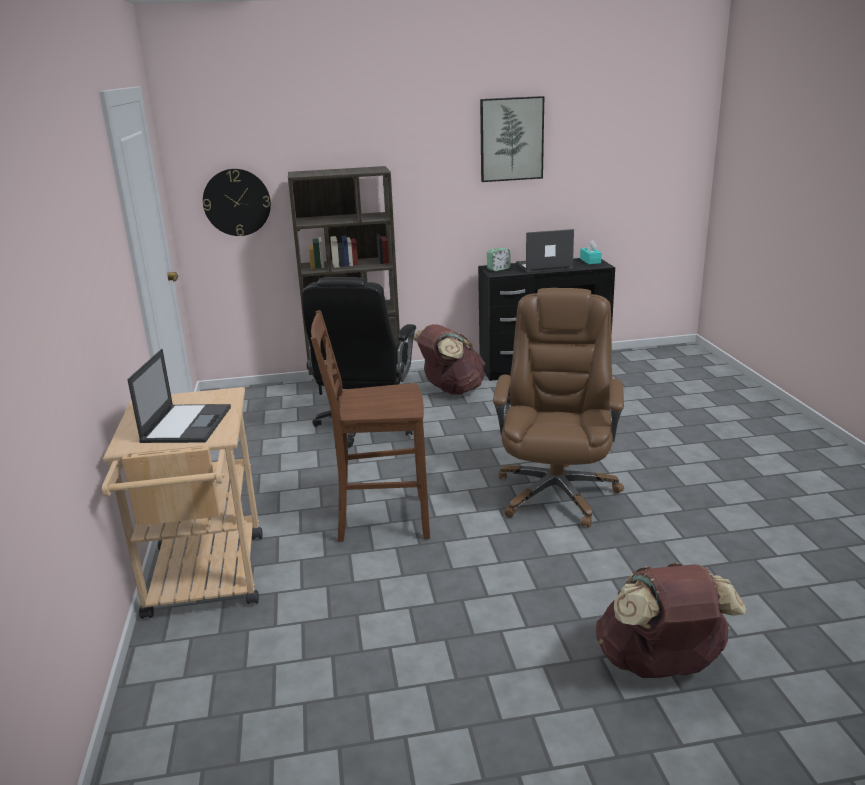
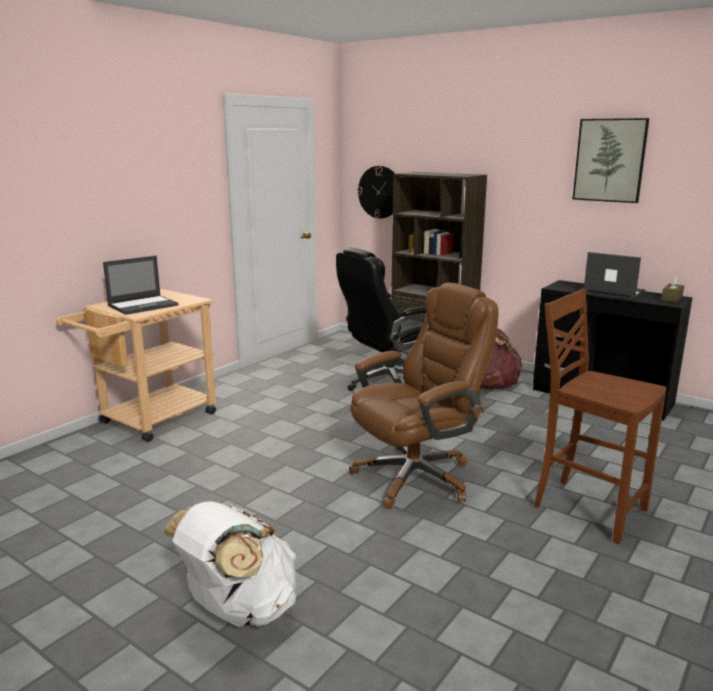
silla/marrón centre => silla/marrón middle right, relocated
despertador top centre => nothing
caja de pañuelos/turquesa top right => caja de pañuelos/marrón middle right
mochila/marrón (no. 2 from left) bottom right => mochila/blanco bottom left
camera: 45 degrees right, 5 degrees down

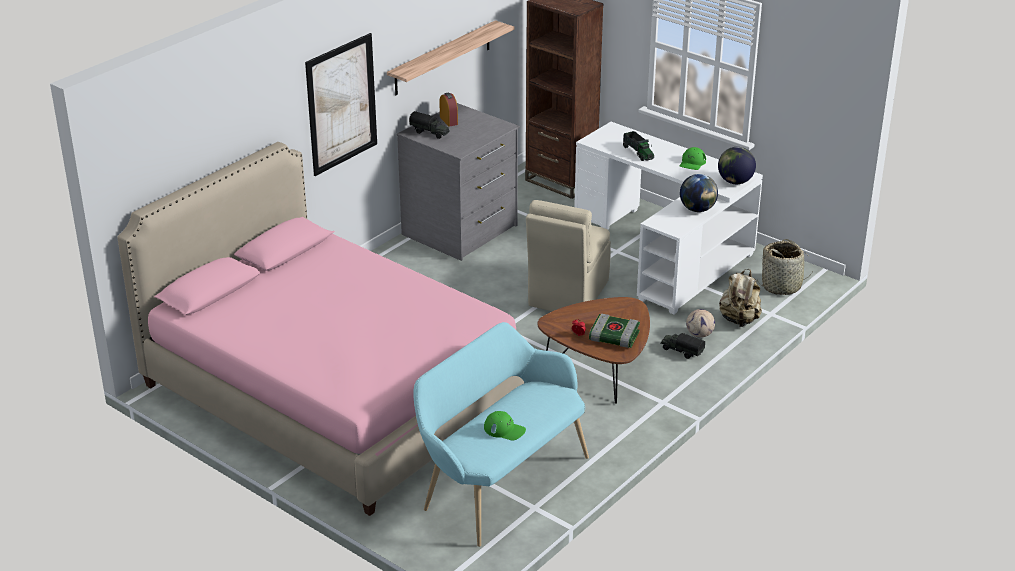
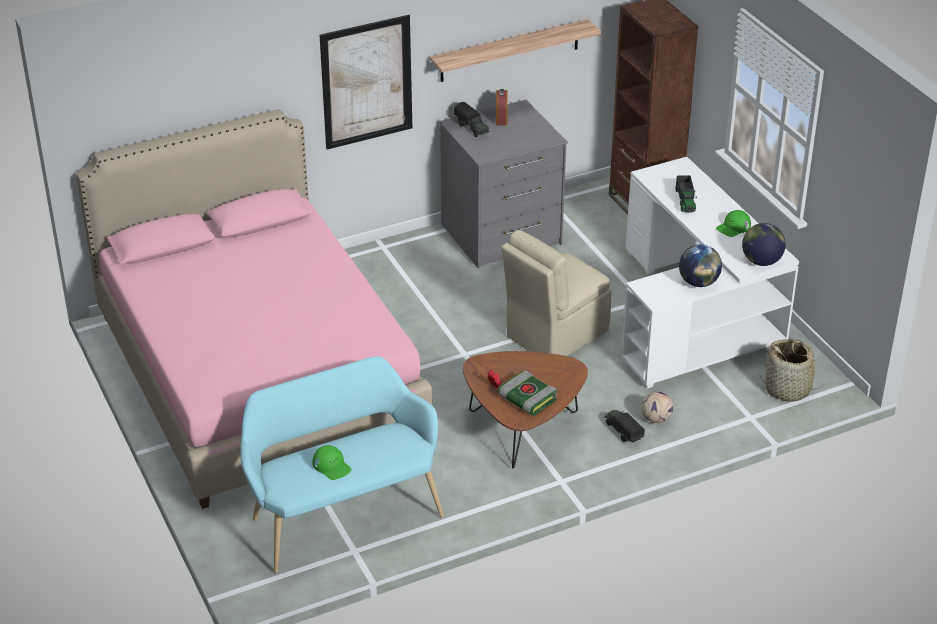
mochila/beis middle right => nothing
camera: 25 degrees right, 5 degrees up

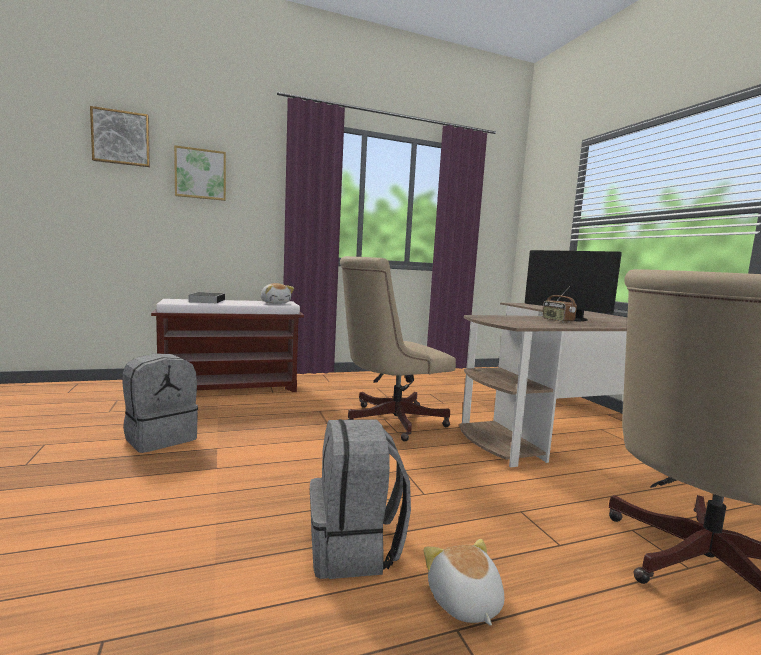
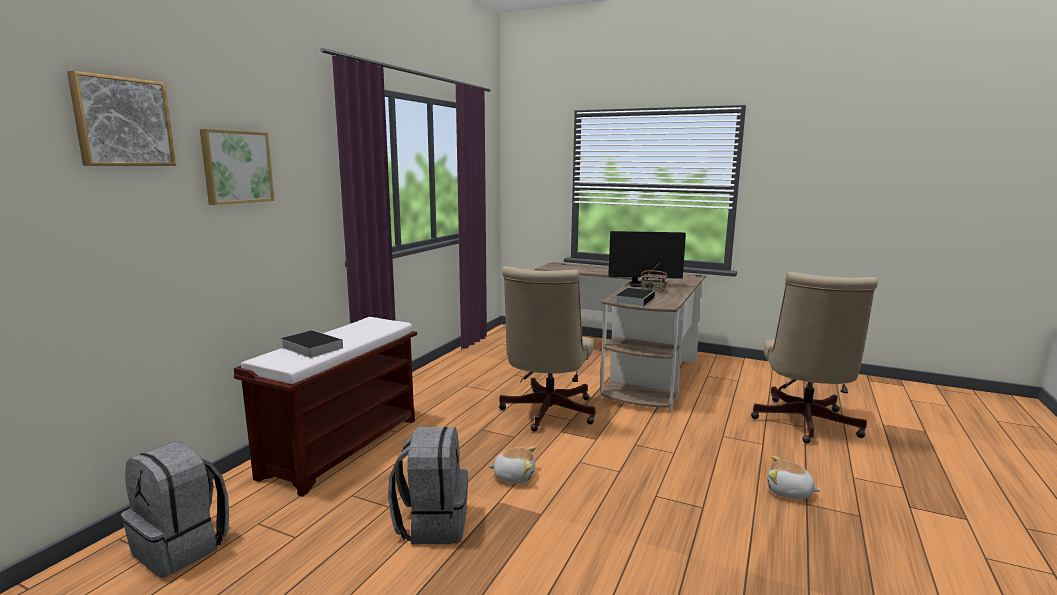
peluche (no. 1 from left) centre => peluche (no. 1 from left) bottom centre, relocated
mochila/gris (no. 2 from left in the first image) bottom centre => mochila/gris (no. 1 from left) bottom left, relocated
nothing => libro (no. 2 from left) centre
camera: 45 degrees left, 5 degrees up

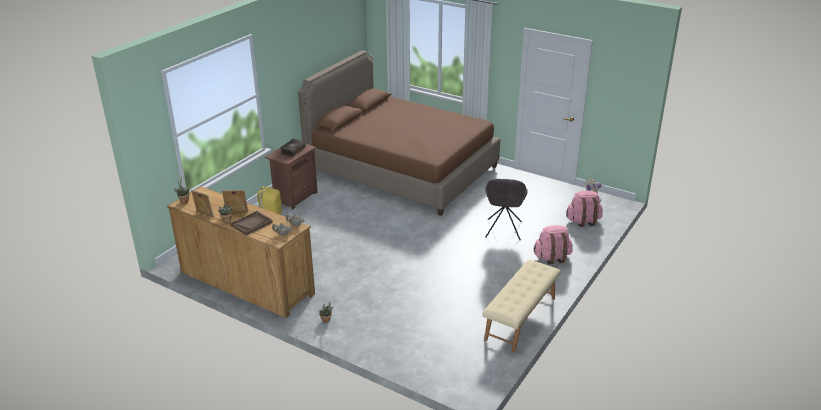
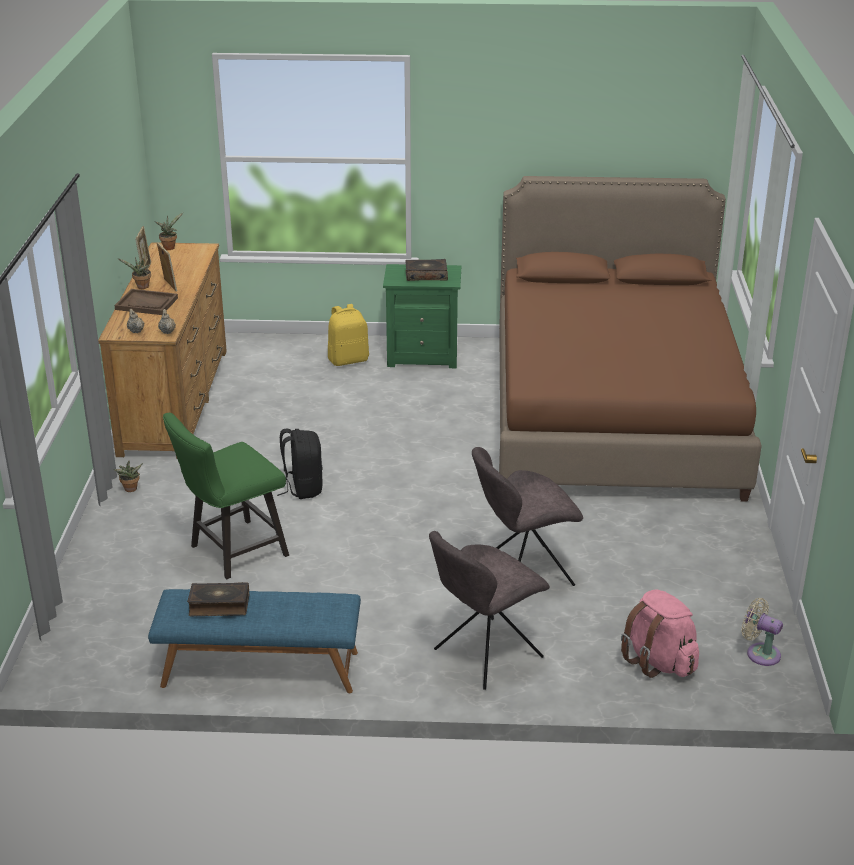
mesita de noche/marrón centre => mesita de noche/verde centre
banco/beis bottom centre => banco/azul bottom left
mochila/rosa (no. 1 from left) middle right => silla/gris (no. 1 from left) bottom centre
nothing => silla/verde middle left
nothing => libro (no. 1 from left) bottom left
nothing => mochila/negro centre
camera: 60 degrees right, 0 degrees up

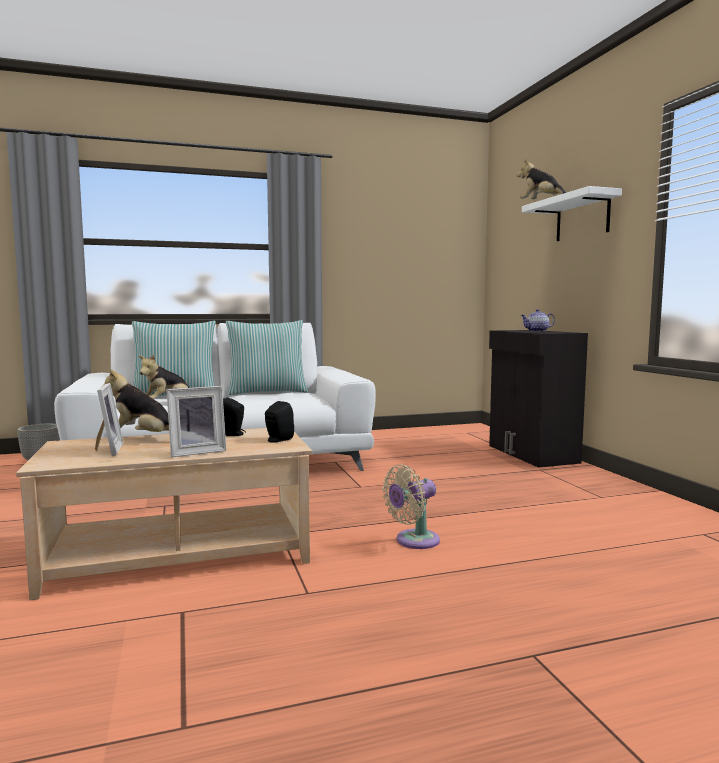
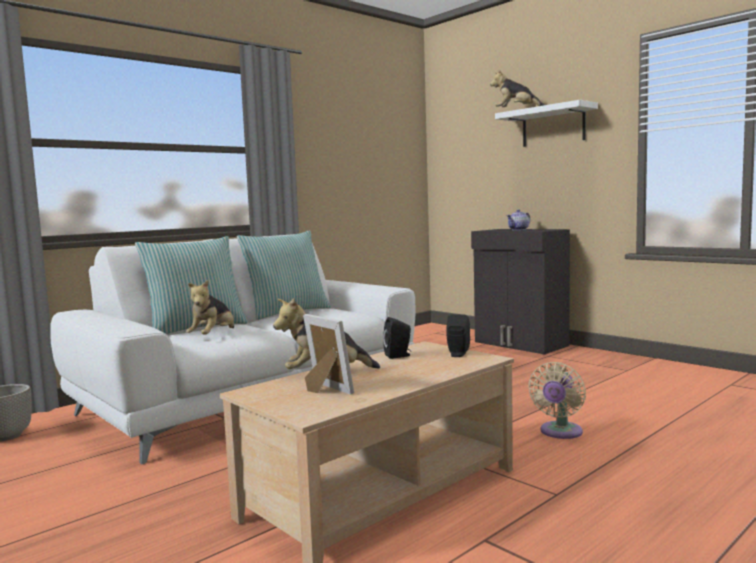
portarretratos (no. 2 from left) middle left => nothing
camera: 25 degrees left, 0 degrees up

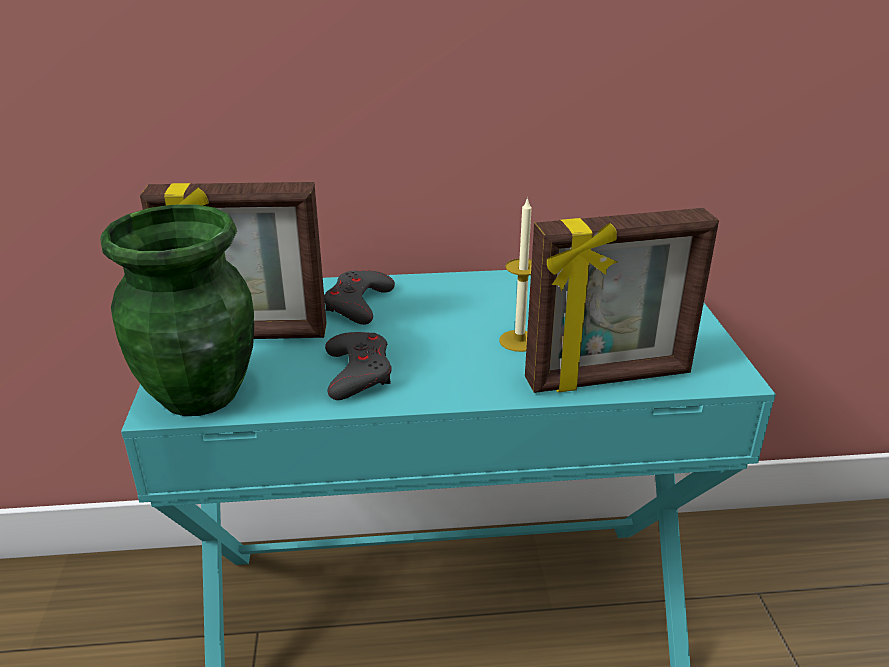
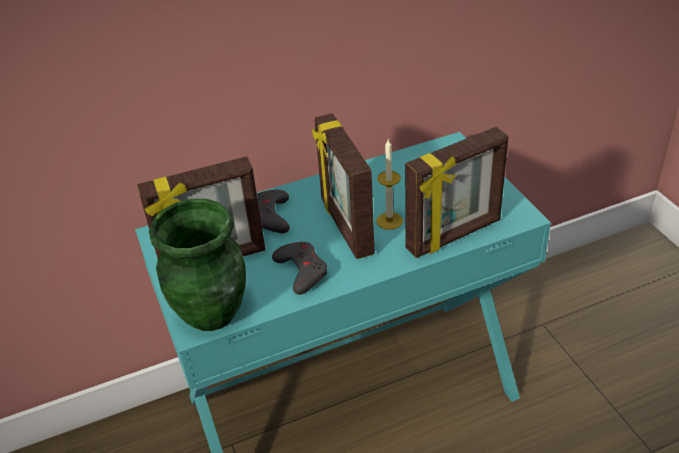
nothing => portarretratos (no. 2 from left) centre
camera: 15 degrees left, 10 degrees up

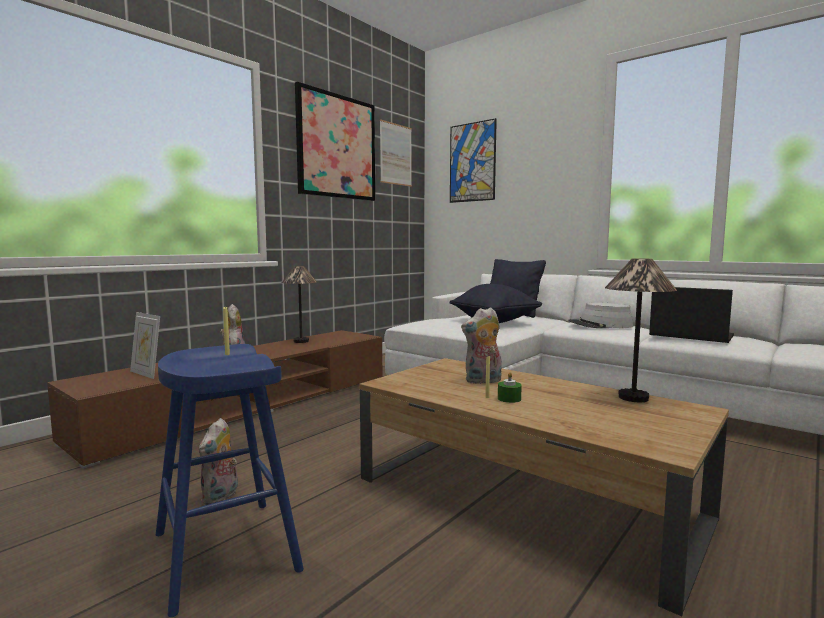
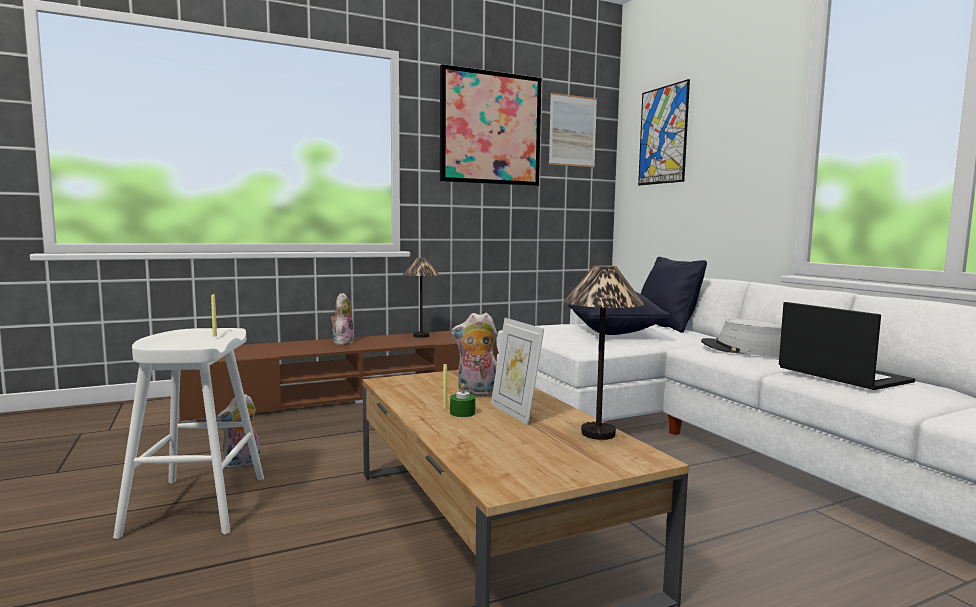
portarretratos middle left => portarretratos centre, relocated
taburete/azul bottom left => taburete/blanco bottom left
camera: 25 degrees right, 0 degrees up

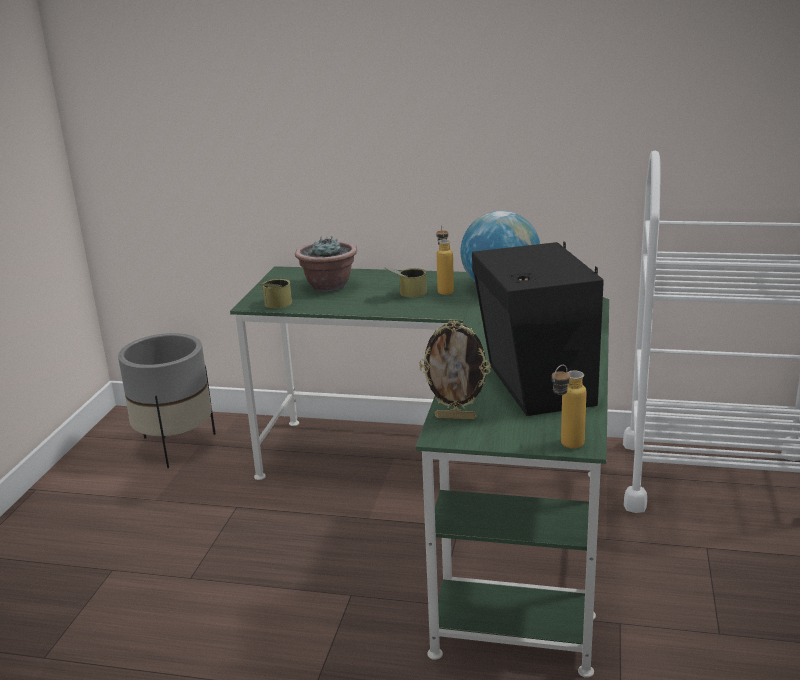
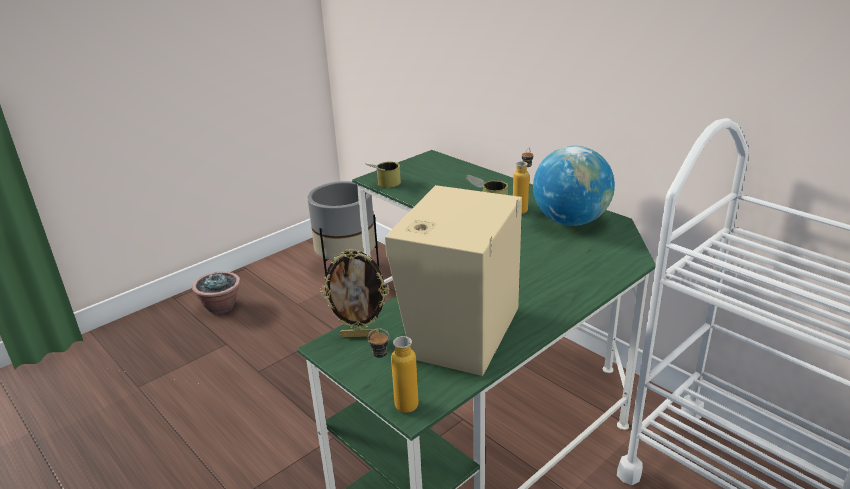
planta en maceta centre => planta en maceta middle left, relocated
portarretratos centre, 45 degrees counterclockwise
altavoz/negro middle right => altavoz/beis centre
camera: 35 degrees right, 5 degrees up

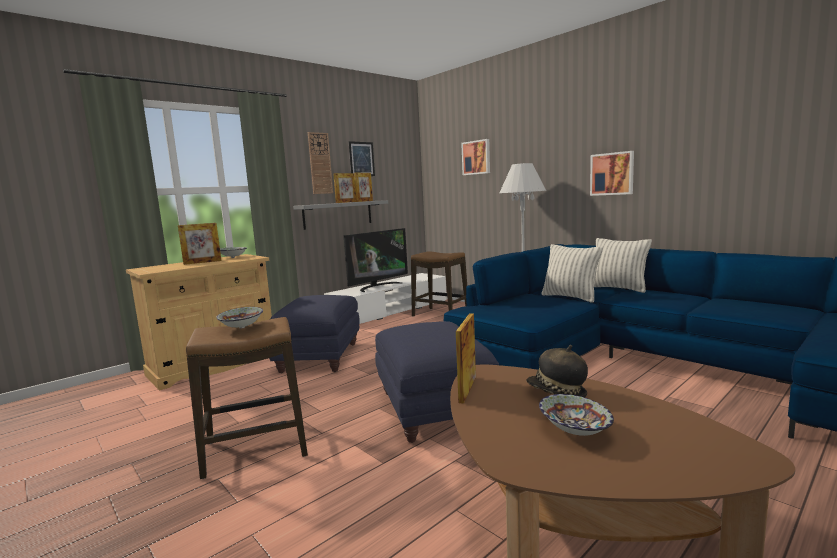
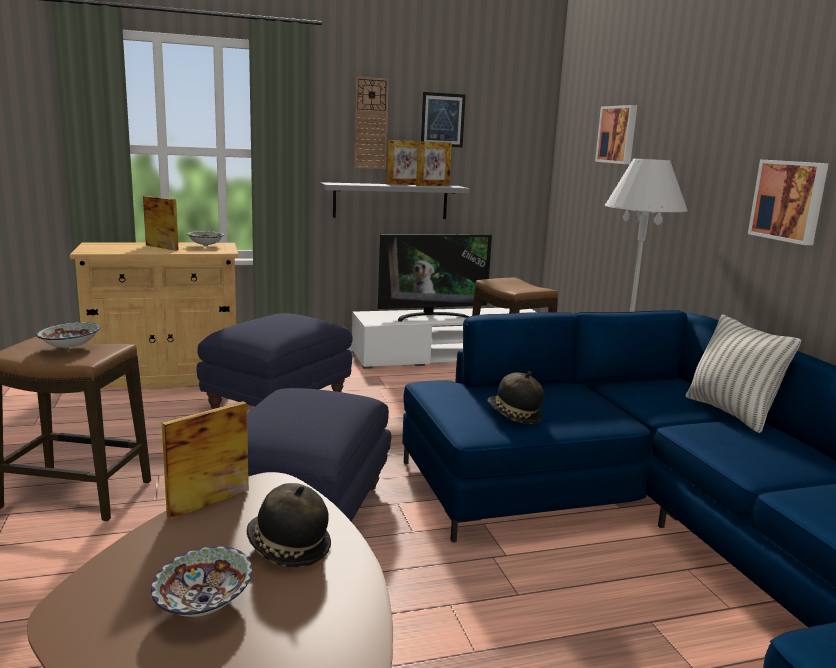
portarretratos (no. 1 from left) middle left, 150 degrees counterclockwise
cojín (no. 1 from left) middle right => nothing
nothing => sombrero (no. 2 from left) centre
camera: 25 degrees right, 5 degrees up

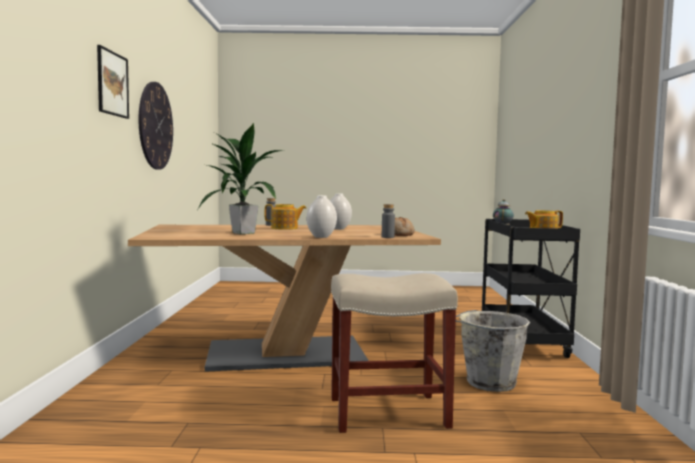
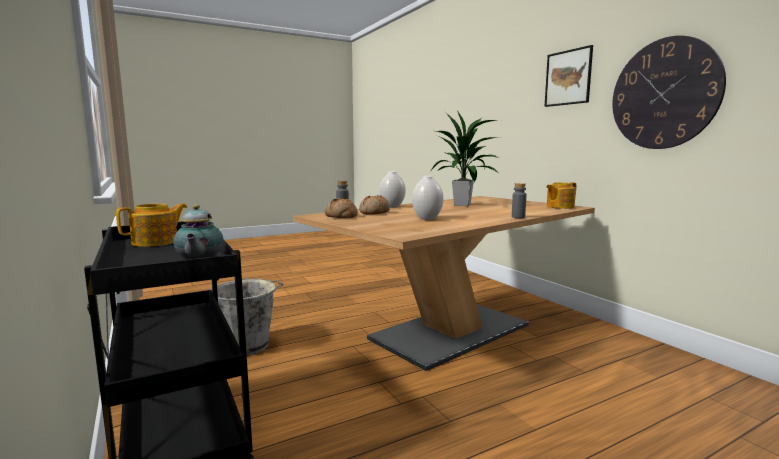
tetera (no. 1 from left in the first image) centre => tetera (no. 3 from left) middle right, relocated
taburete/beis bottom centre => nothing
nothing => pan (no. 2 from left) centre
camera: 150 degrees right, 5 degrees up

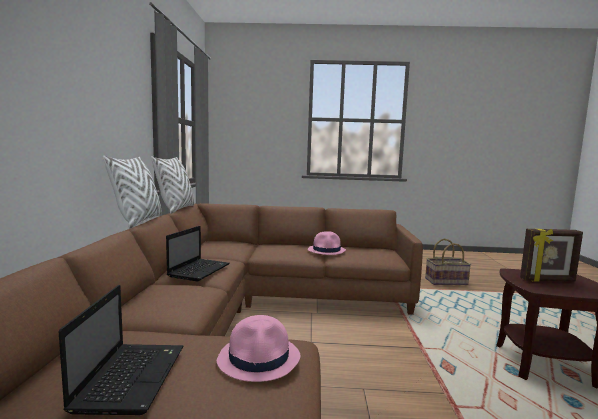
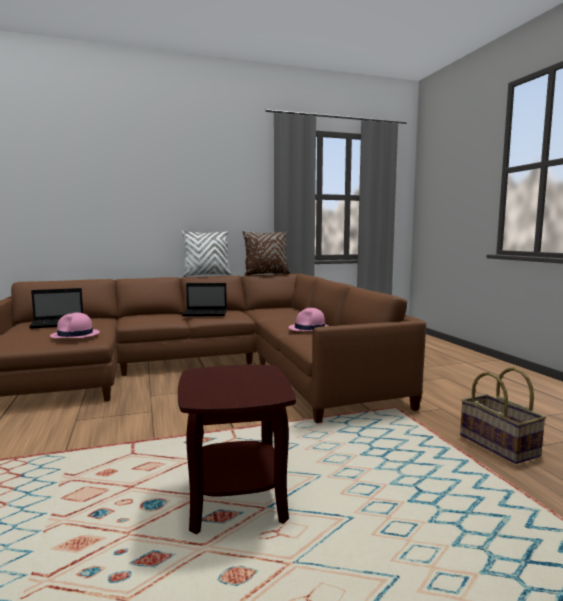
cojín/blanco (no. 2 from left) middle left => cojín/marrón centre
portarretratos middle right => nothing
camera: 70 degrees right, 0 degrees up

